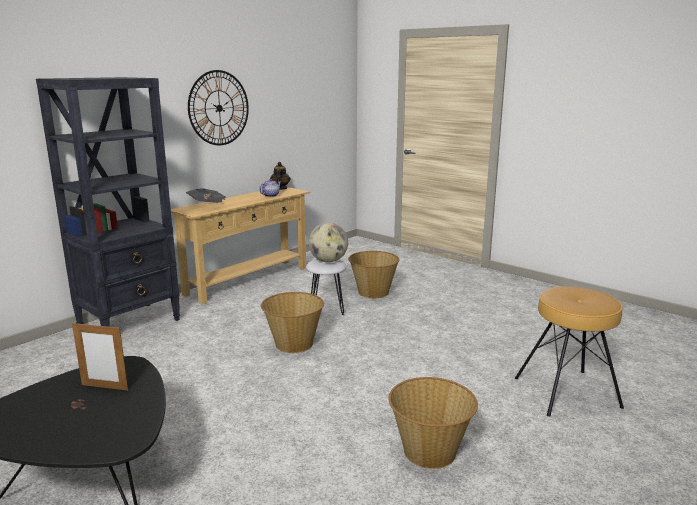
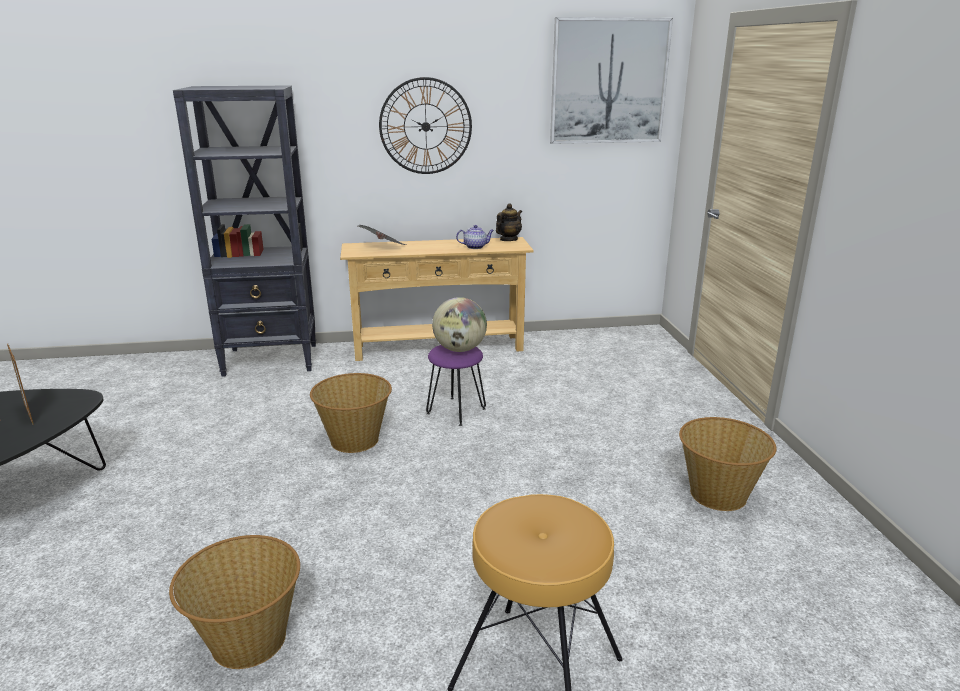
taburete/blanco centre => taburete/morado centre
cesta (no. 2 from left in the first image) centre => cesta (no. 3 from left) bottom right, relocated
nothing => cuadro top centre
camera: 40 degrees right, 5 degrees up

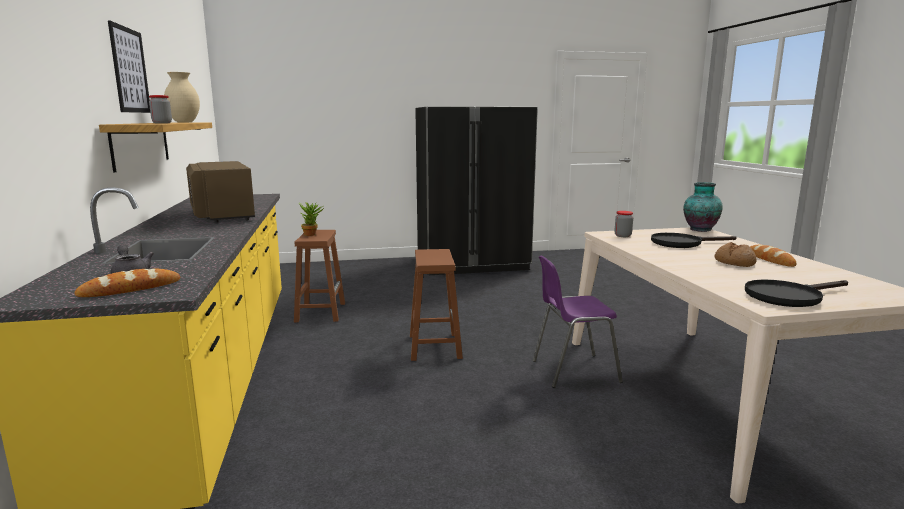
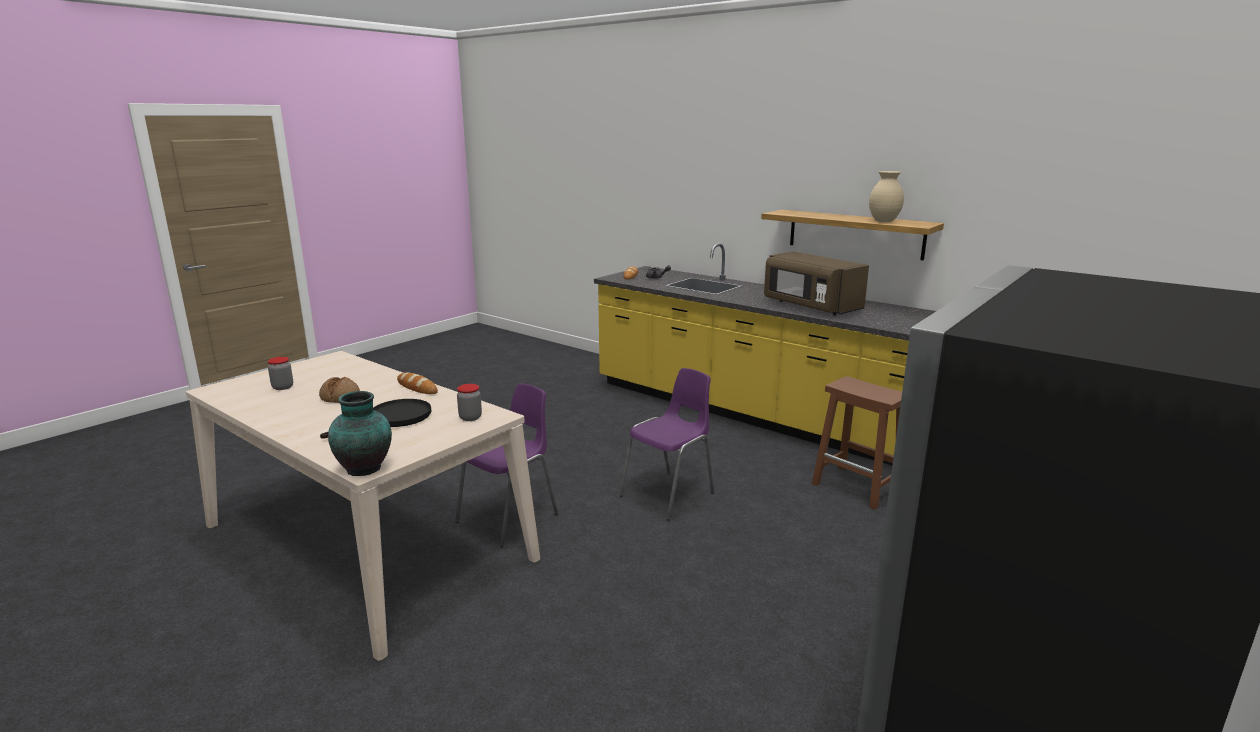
cuadro top left => nothing
tarro (no. 1 from left) top left => tarro (no. 1 from left) middle left, relocated
microondas/marrón middle left => microondas/marrón centre, 150 degrees counterclockwise
planta en maceta centre => nothing
taburete/marrón (no. 2 from left) centre => silla/morado (no. 2 from left) centre
sartén/negro (no. 2 from left) middle right => nothing
pan (no. 3 from left in the first image) middle right => pan (no. 2 from left) middle left, relocated
camera: 140 degrees right, 5 degrees up

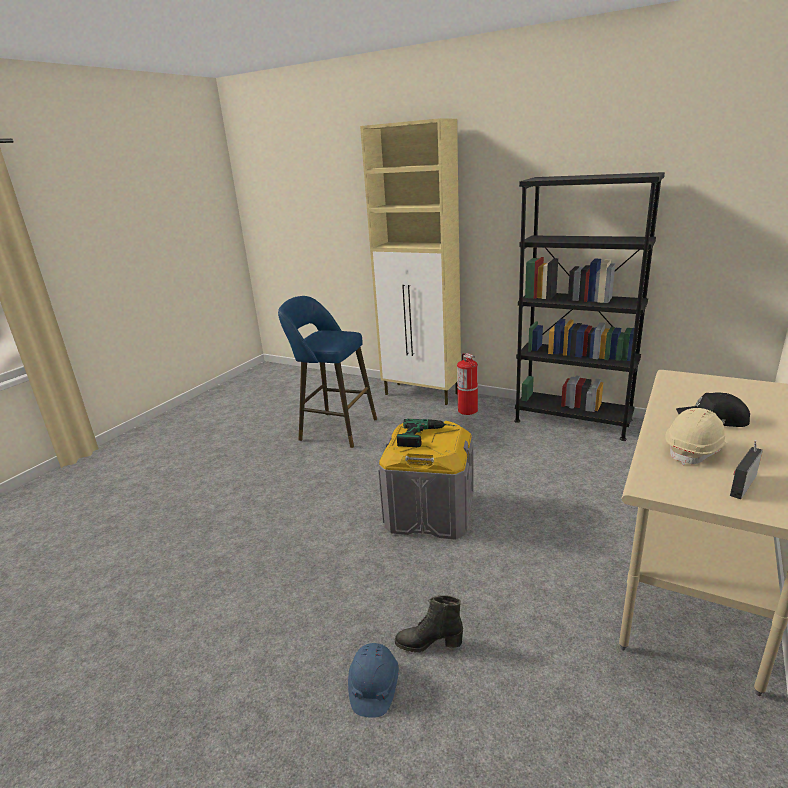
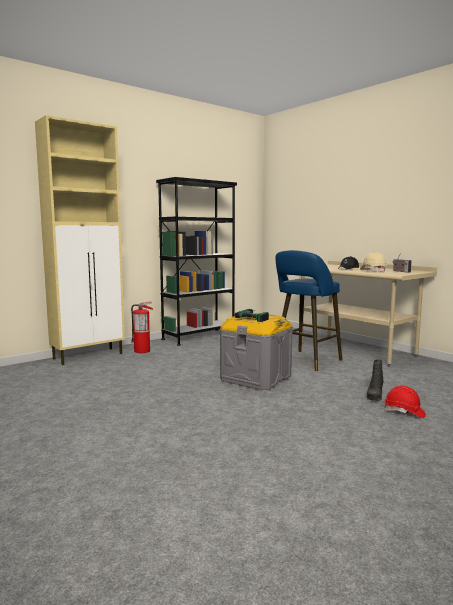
taburete/azul centre => taburete/azul middle right, relocated
casco/azul bottom centre => casco/rojo middle right
camera: 70 degrees left, 15 degrees down

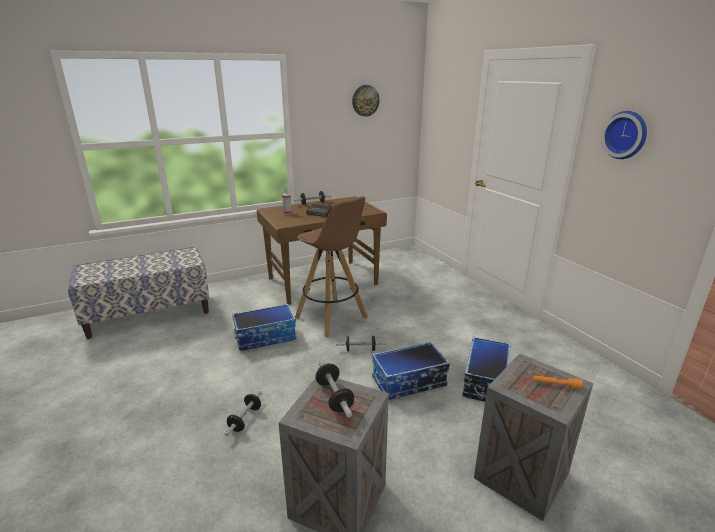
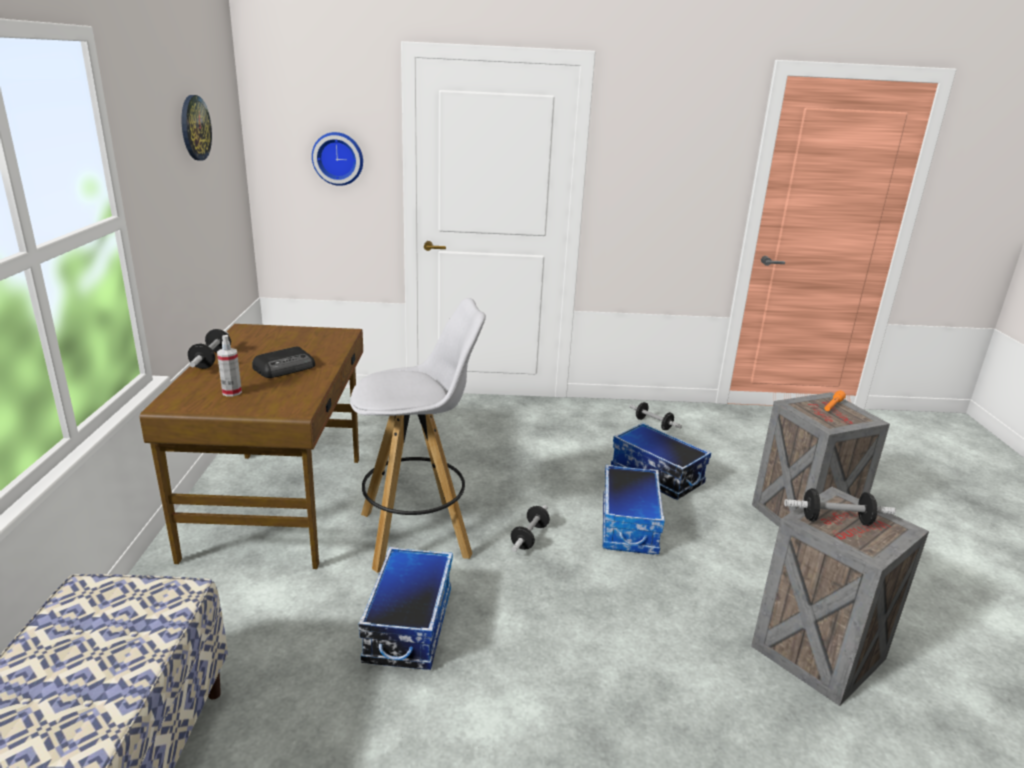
mancuerna (no. 1 from left in the first image) bottom centre => mancuerna (no. 3 from left) centre, relocated
taburete/marrón centre => taburete/blanco centre
reloj de pared (no. 2 from left) top right => reloj de pared (no. 2 from left) top left, relocated
camera: 65 degrees left, 0 degrees up

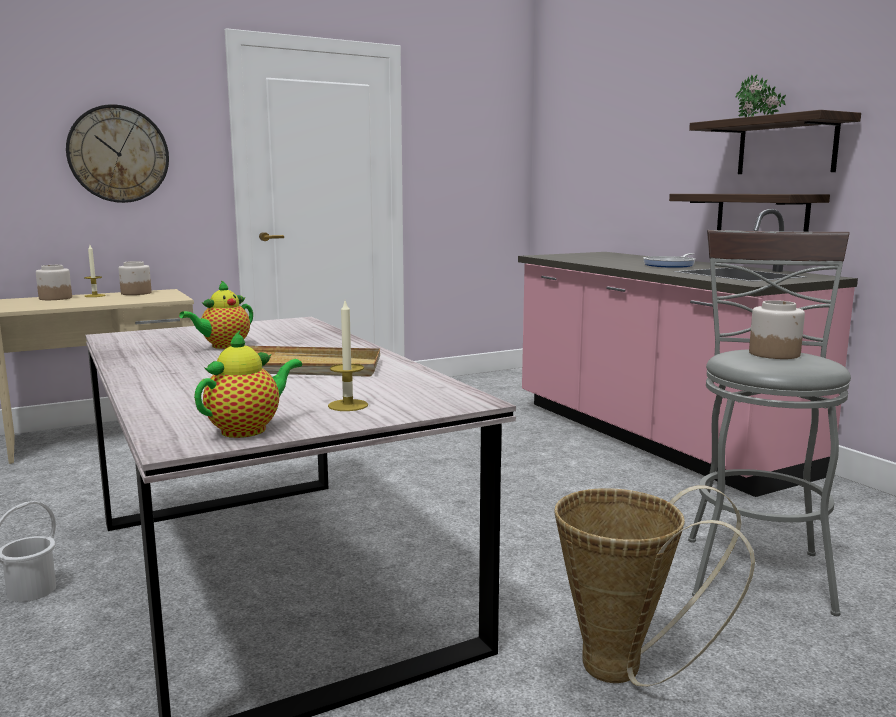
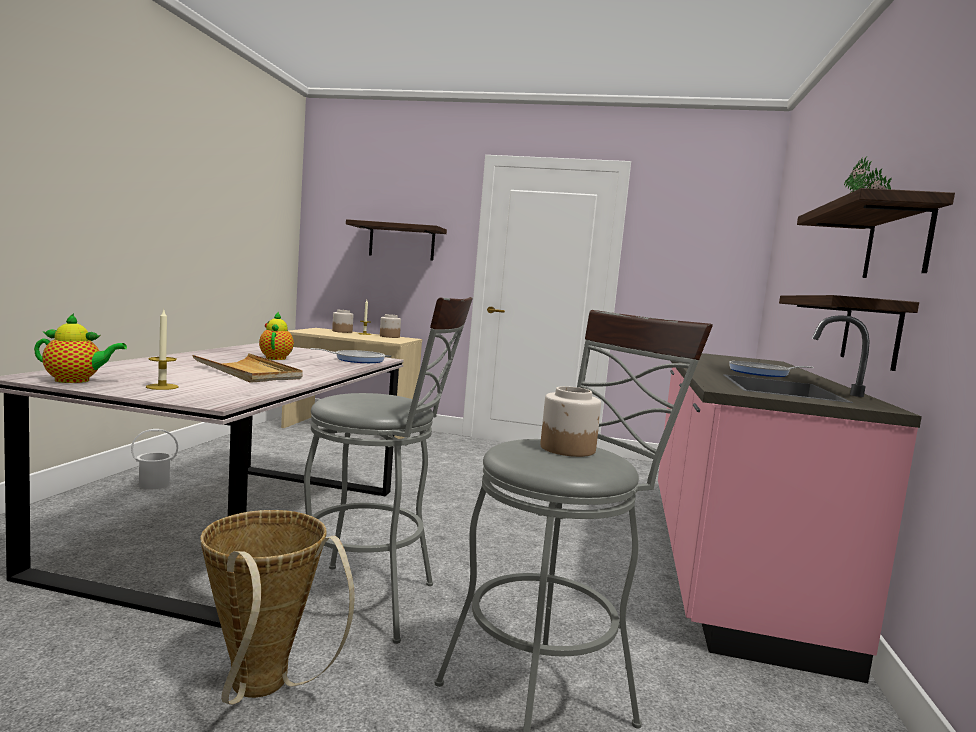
reloj de pared top left => estante (no. 1 from left) top centre
tetera (no. 1 from left in the first image) middle left => tetera (no. 2 from left) middle left, 90 degrees clockwise
nothing => taburete/gris (no. 1 from left) centre
nothing => sartén (no. 1 from left) centre
camera: 40 degrees right, 5 degrees down

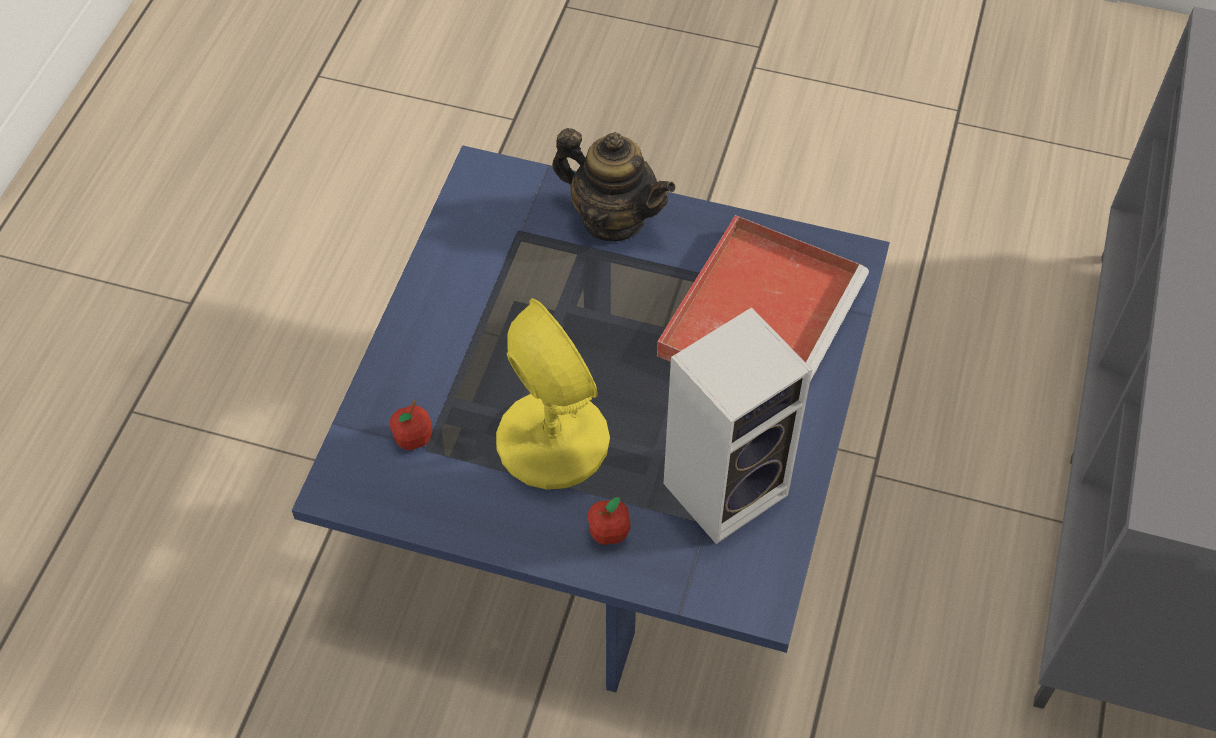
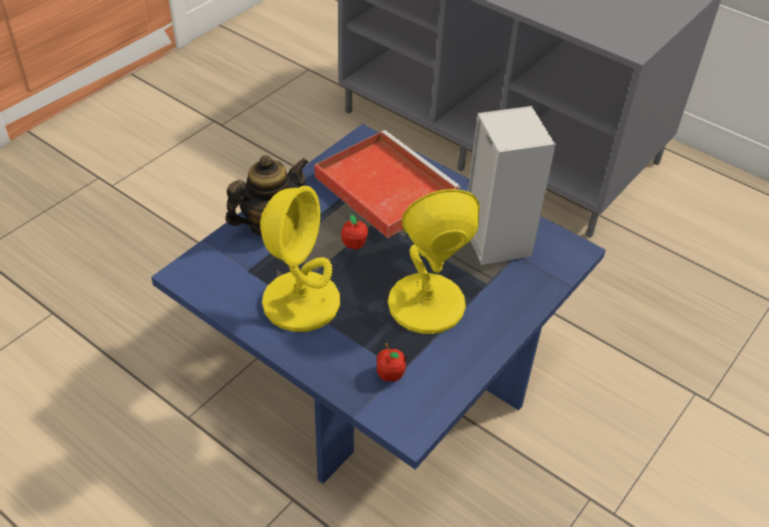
manzana (no. 2 from left in the first image) bottom centre => manzana (no. 1 from left) centre, relocated
nothing => lámpara de mesa/amarillo (no. 1 from left) centre
camera: 70 degrees left, 10 degrees down

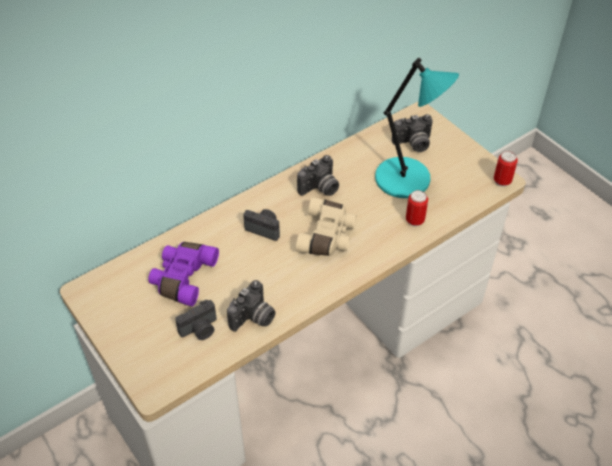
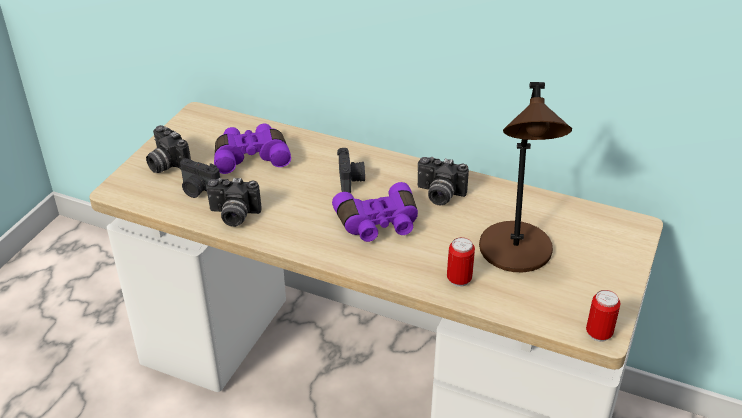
prismáticos/beis centre => prismáticos/morado (no. 2 from left) centre
lámpara de mesa/turquesa top right => lámpara de mesa/marrón middle right
cámara (no. 5 from left in the first image) top right => cámara (no. 1 from left) middle left, relocated
camera: 60 degrees right, 10 degrees down

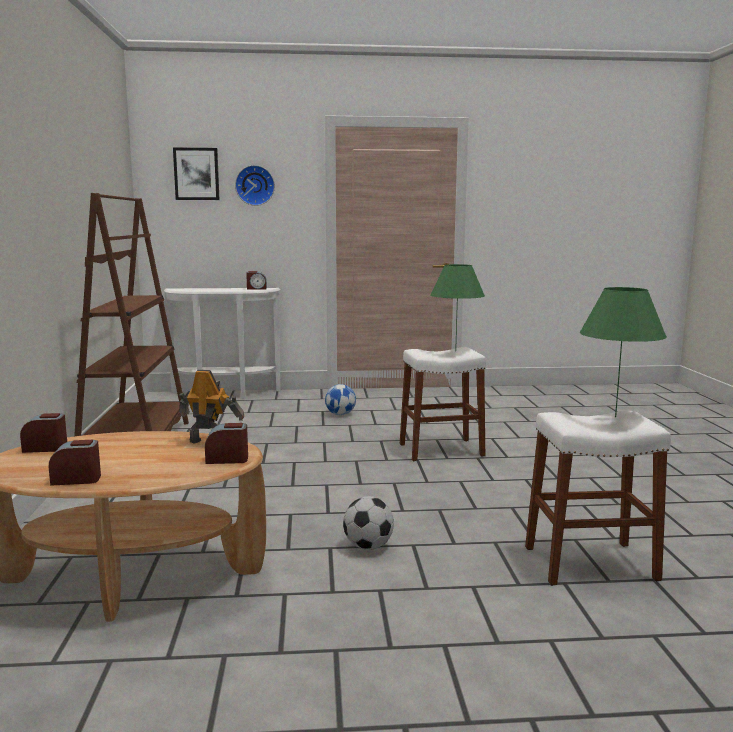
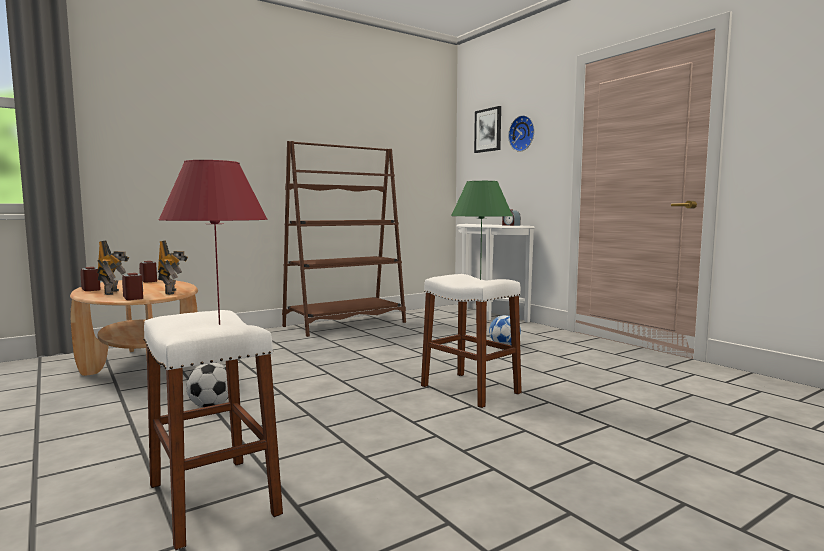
lámpara de mesa/verde (no. 2 from left) middle right => lámpara de mesa/rojo middle left
nothing => robot de juguete (no. 1 from left) middle left
camera: 60 degrees right, 5 degrees down

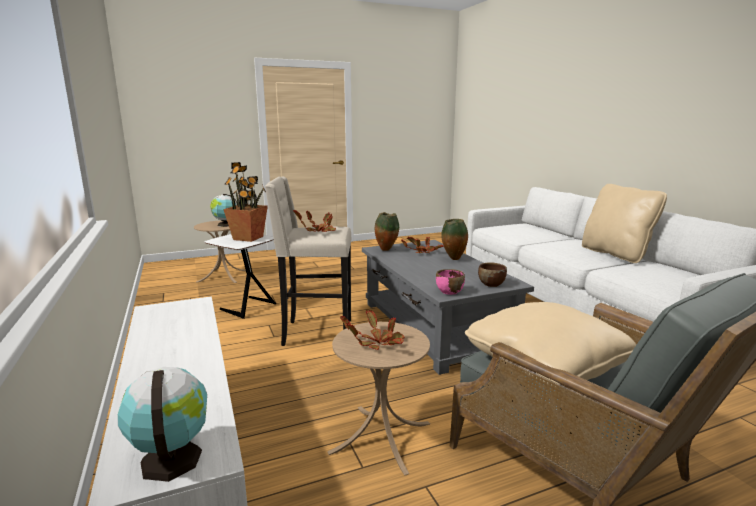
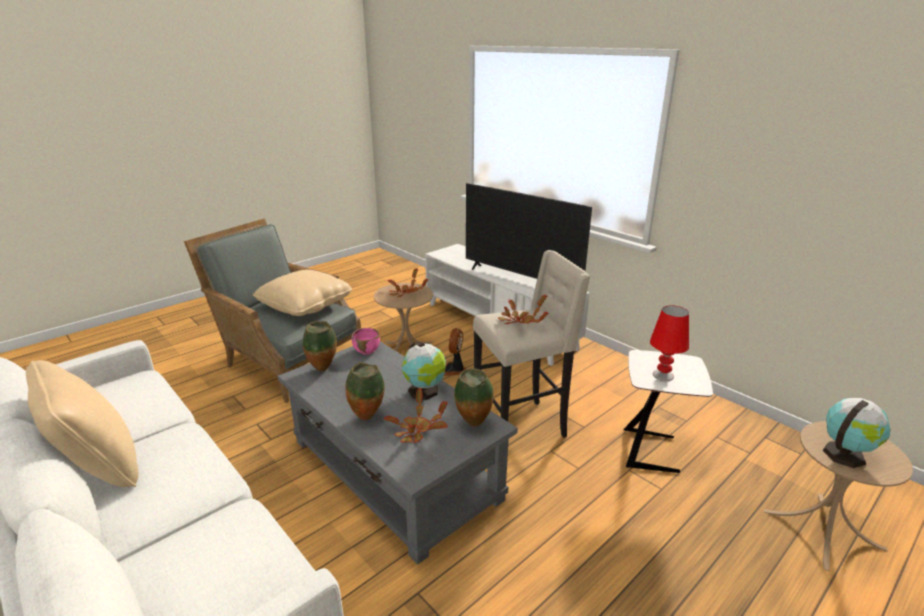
globo terráqueo (no. 1 from left) bottom left => globo terráqueo (no. 1 from left) centre, relocated
planta en maceta (no. 1 from left) middle left => lámpara de mesa/rojo middle right
cuenco/marrón centre => florero (no. 1 from left) centre
nothing => ventilador centre
nothing => televisor centre
camera: 160 degrees right, 10 degrees up

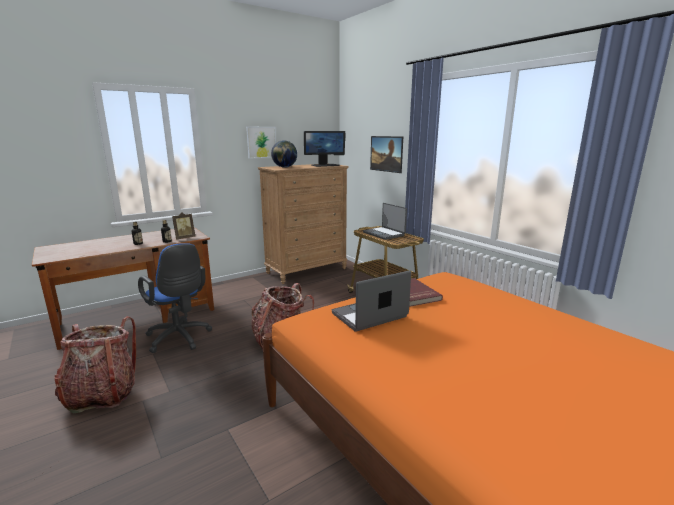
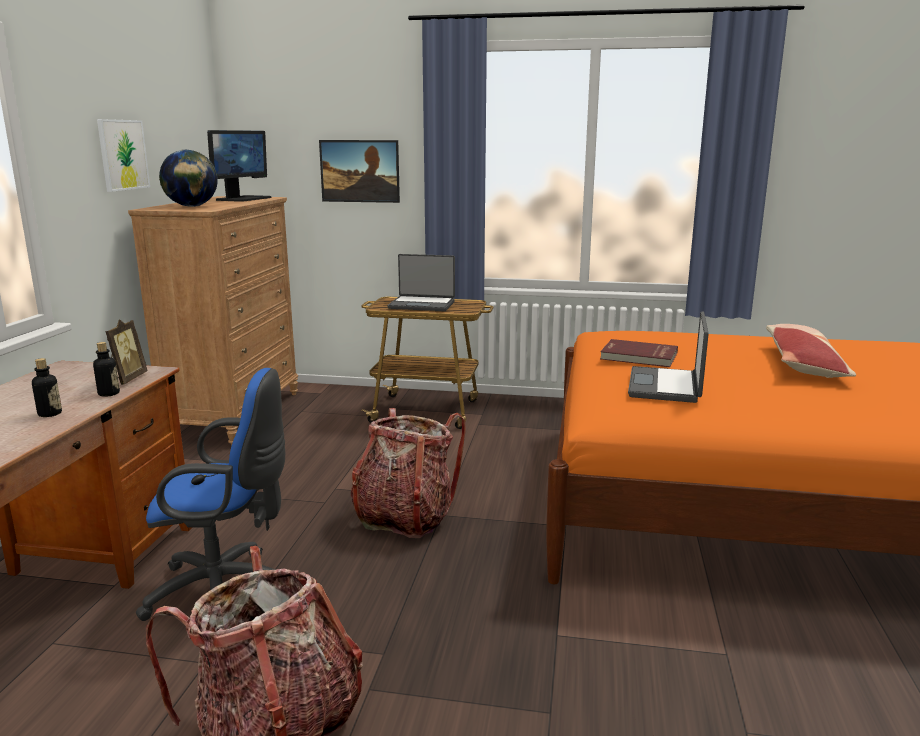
nothing => cojín middle right
camera: 45 degrees left, 0 degrees up

